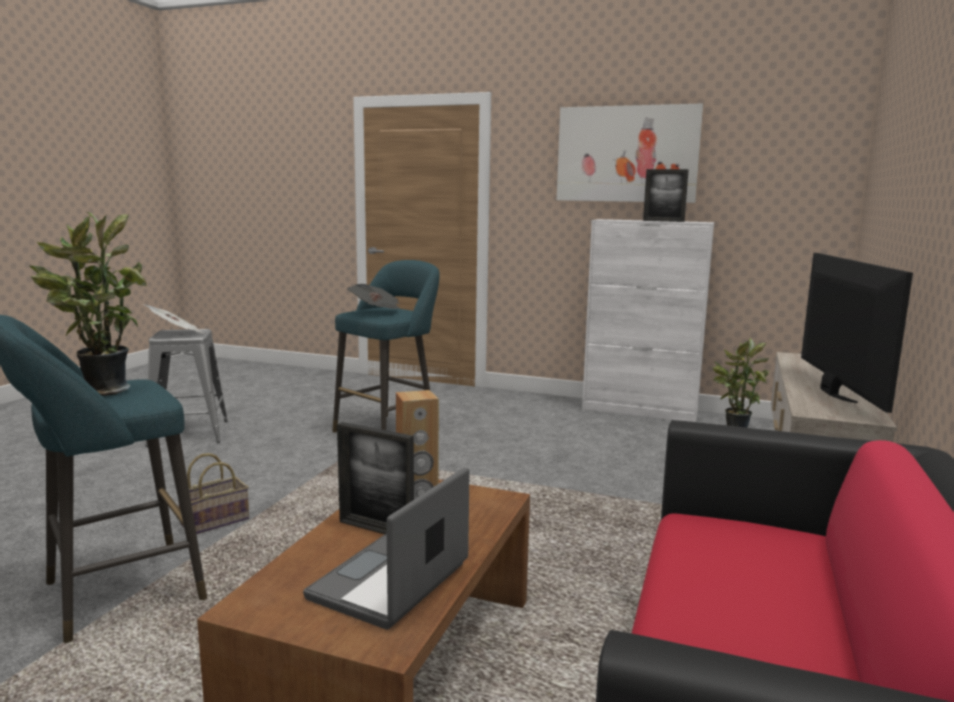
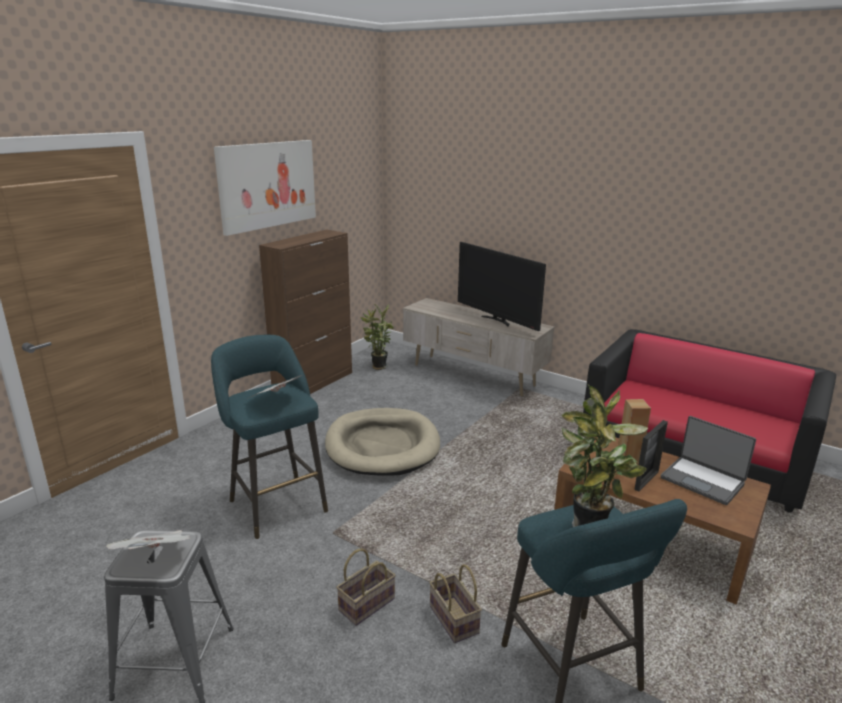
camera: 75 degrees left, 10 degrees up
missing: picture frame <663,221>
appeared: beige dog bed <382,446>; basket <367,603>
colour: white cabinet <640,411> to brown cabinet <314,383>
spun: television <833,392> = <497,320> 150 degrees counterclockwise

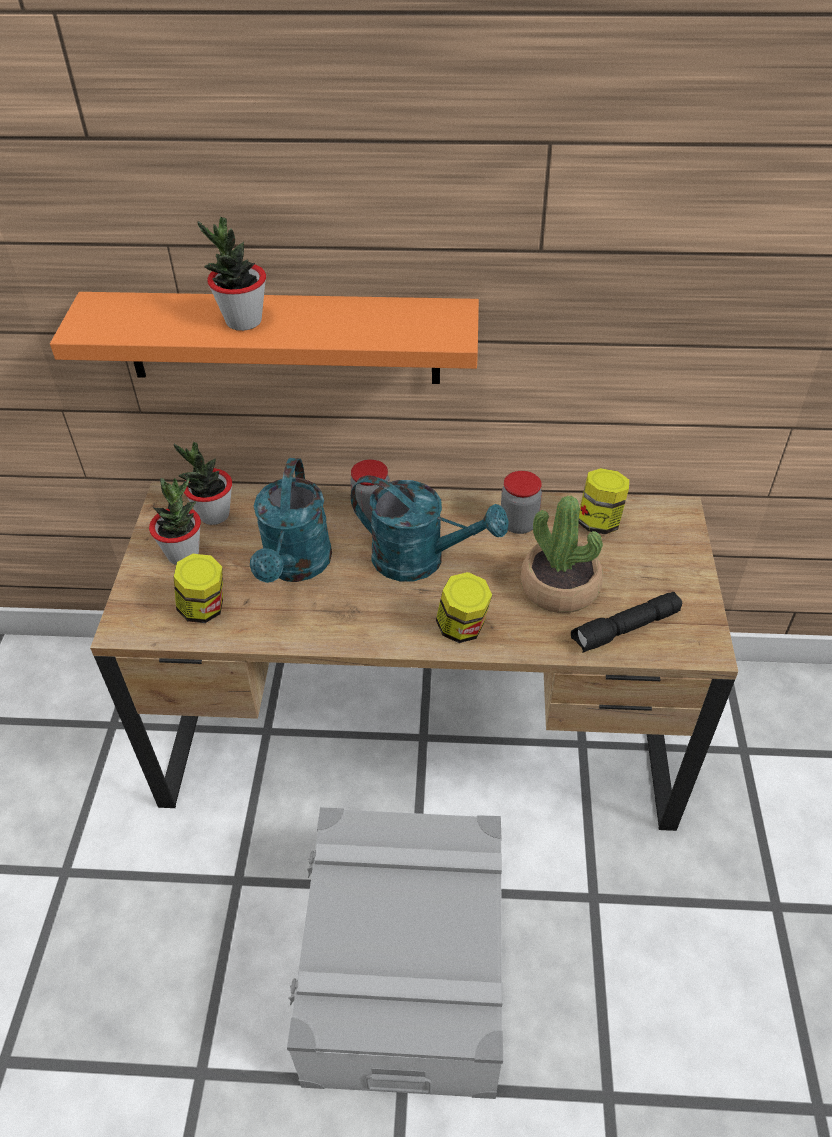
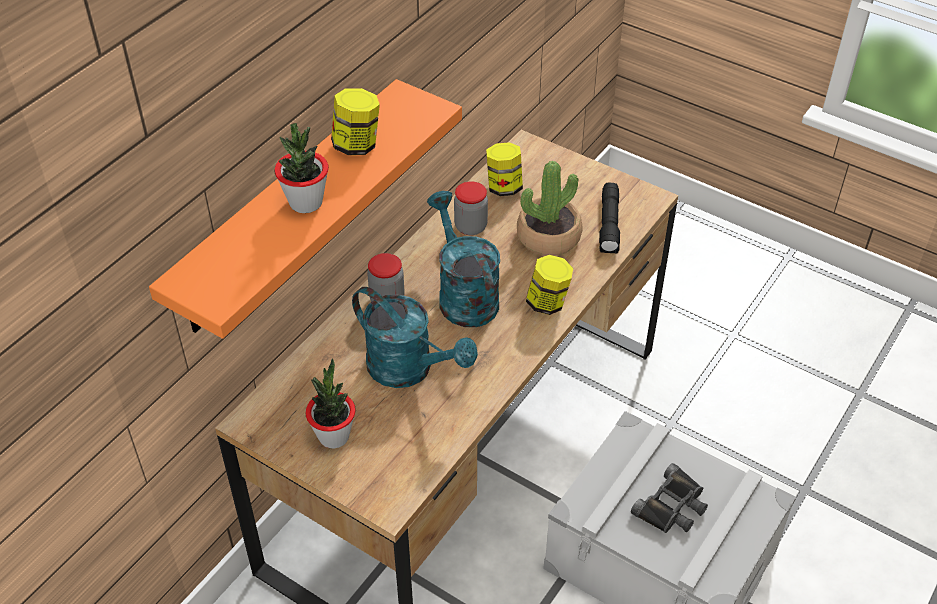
camera: 60 degrees left, 0 degrees up
missing: potted plant <214,515>
appeared: black binoculars <672,506>
relocated: jar <204,609> to <357,145>
spun: turquoise watering can <421,560> = <463,295> 75 degrees counterclockwise

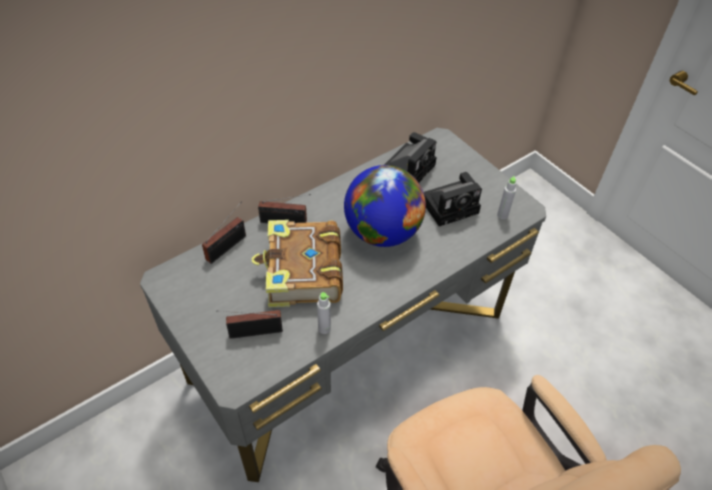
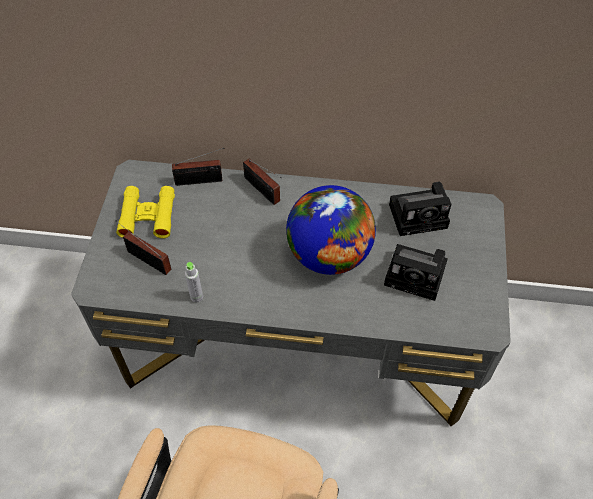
camera: 45 degrees right, 5 degrees up
missing: book <302,273>; grey bottle <502,215>
appeared: yellow binoculars <148,216>

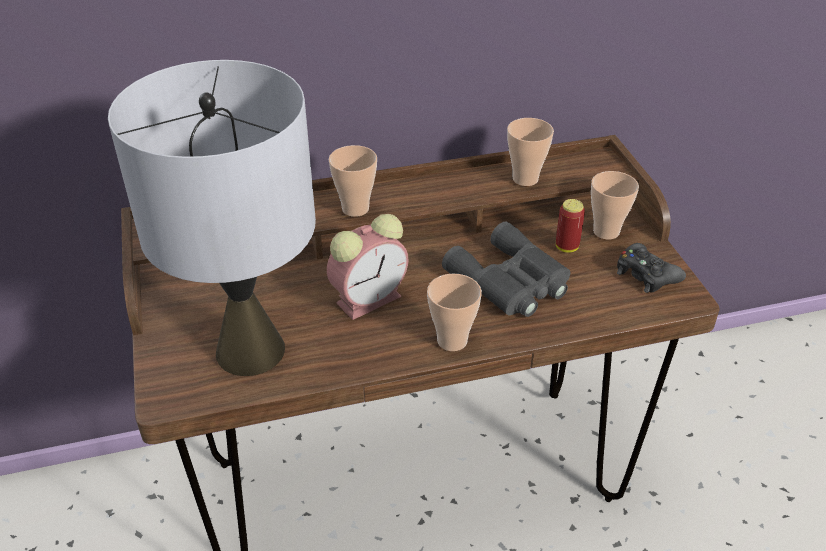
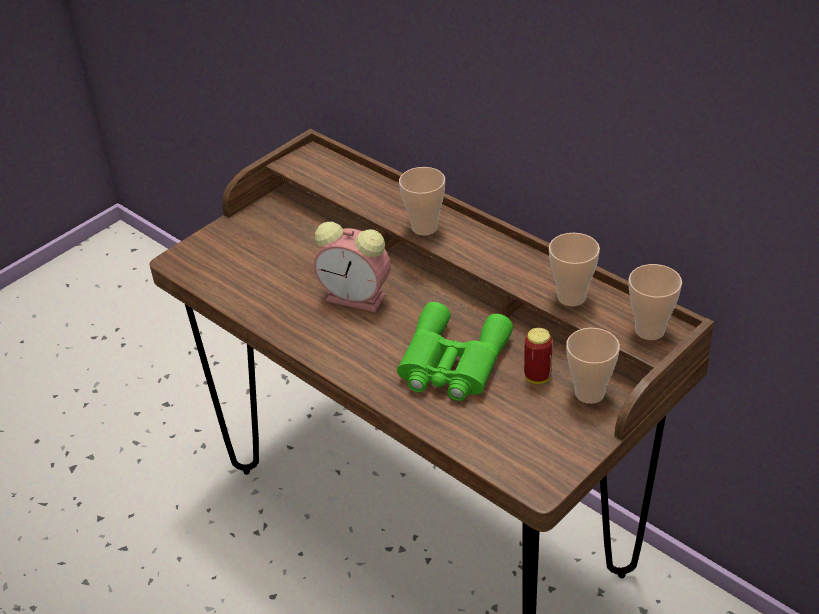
camera: 60 degrees right, 0 degrees up
missing: grey table lamp <250,350>; black game controller <646,275>
relocated: cup <452,341> to <649,330>
colour: grey binoculars <510,282> to green binoculars <451,363>

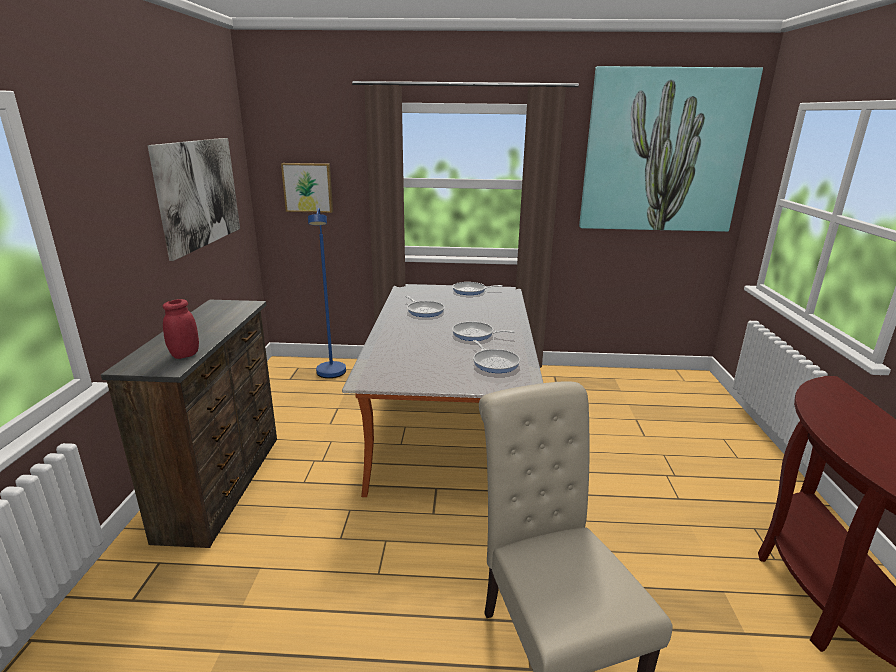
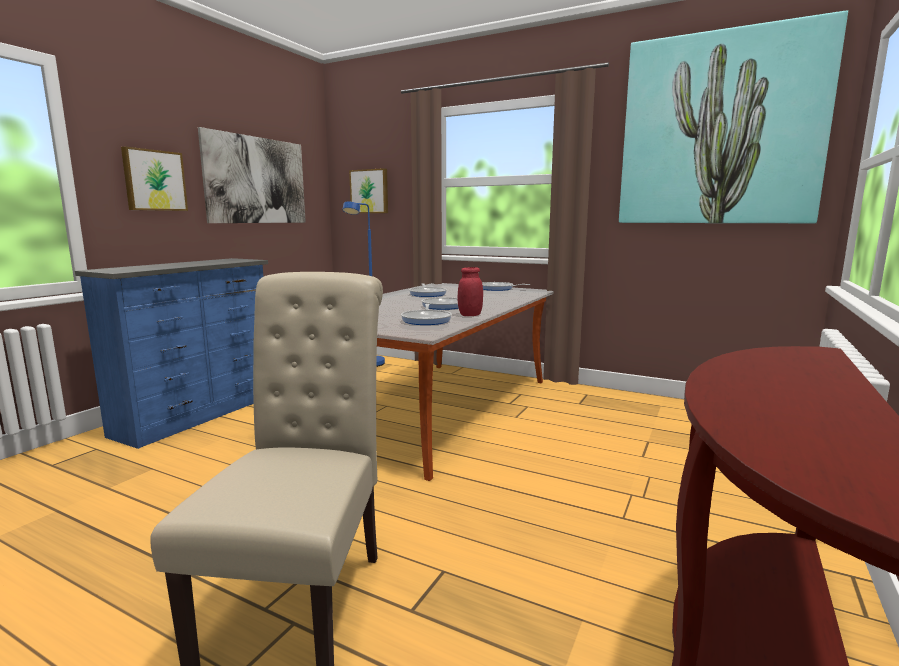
camera: 25 degrees right, 10 degrees down
appeared: picture <154,180>
relocated: red jar <185,355> to <470,315>
colour: brown dresser <225,484> to blue dresser <200,415>

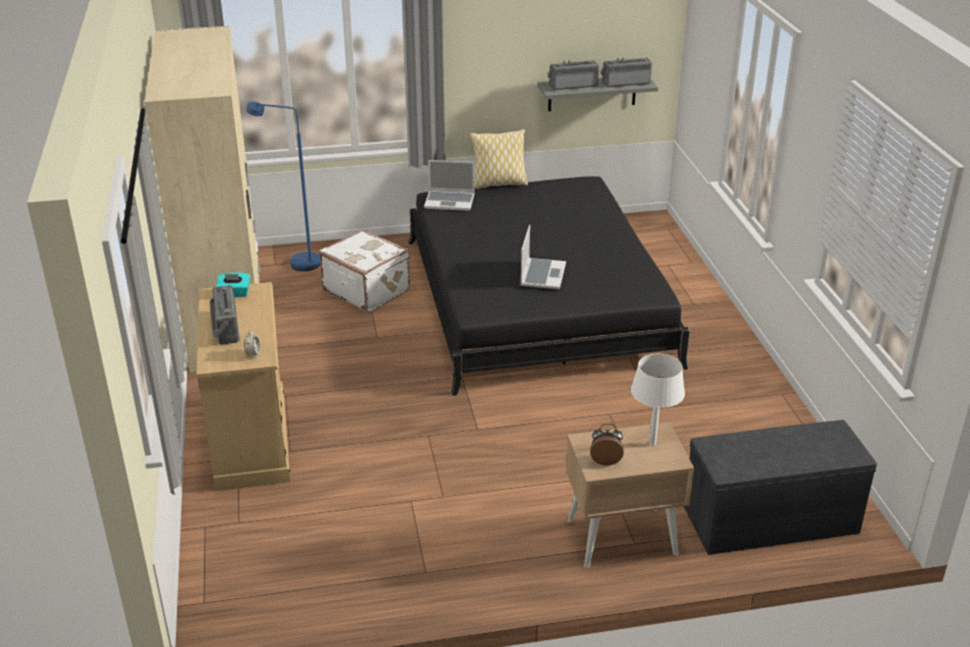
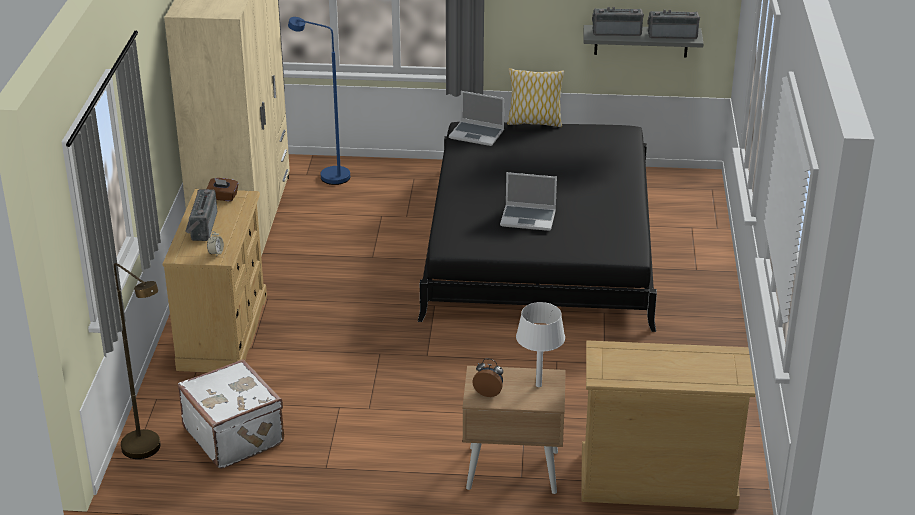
camera: 15 degrees right, 0 degrees up
appeared: brown floor lamp <148,451>
relocated: white suitcase <367,290> to <235,435>
exchanged: grey bench <769,521> to beige dresser <657,480>
colour: turquoise tissue box <234,293> to brown tissue box <223,197>
spun: laptop <542,274> = <529,218> 75 degrees clockwise

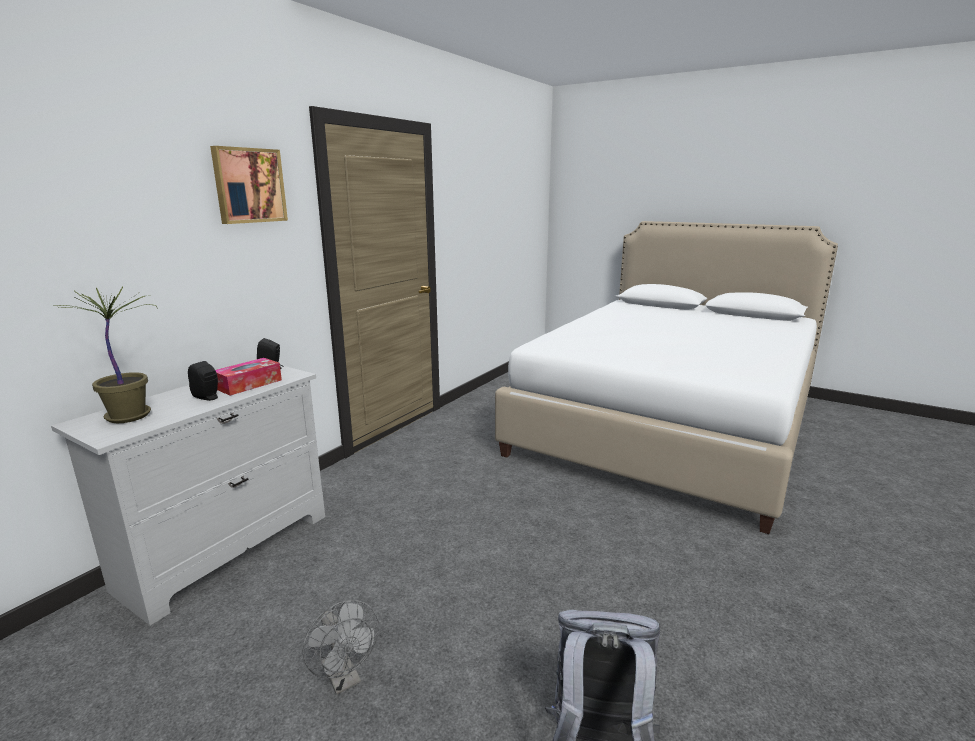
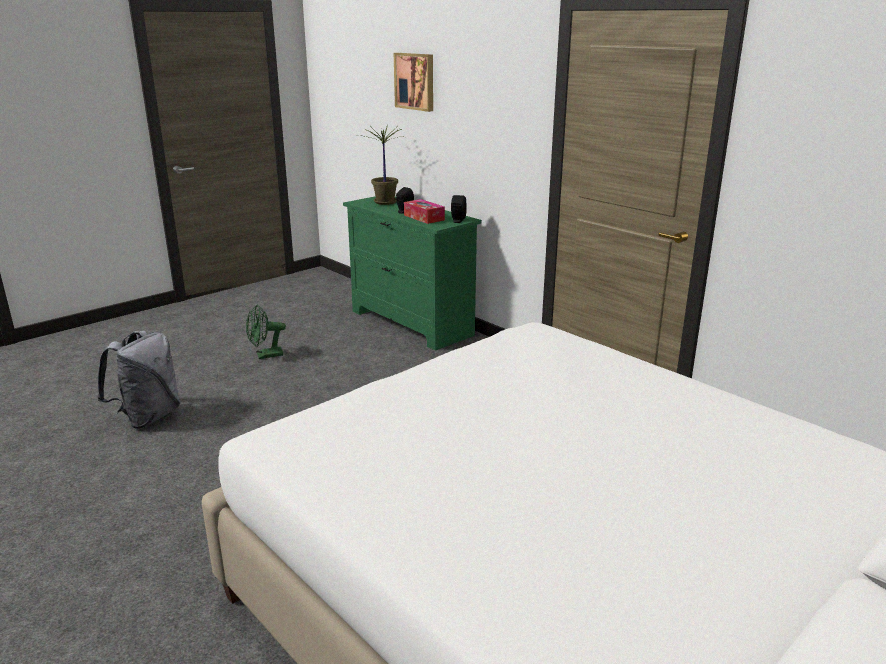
camera: 105 degrees right, 5 degrees up
relocated: picture <248,185> to <415,81>
colour: white dresser <228,550> to green dresser <411,323>; grey fan <344,679> to green fan <265,355>

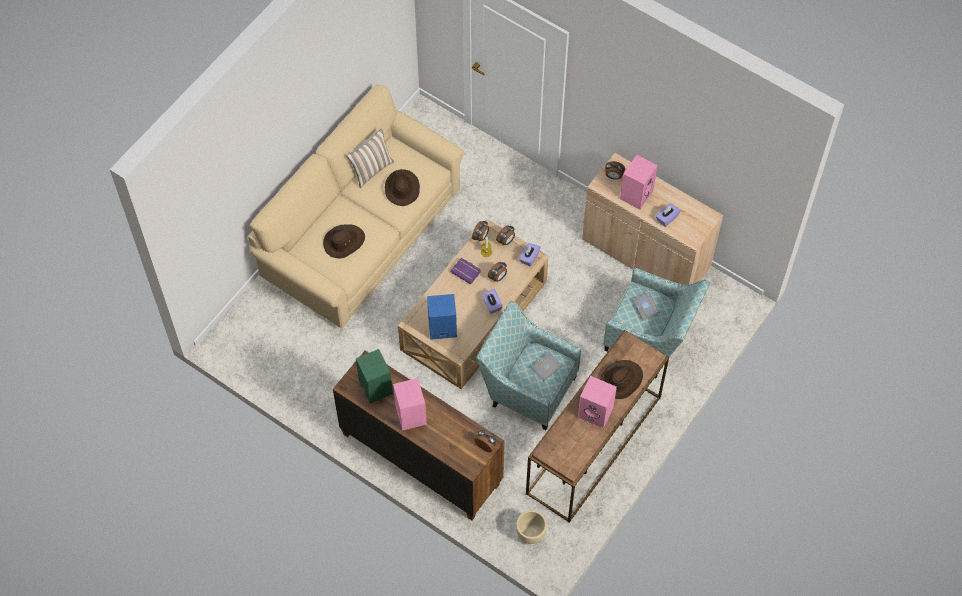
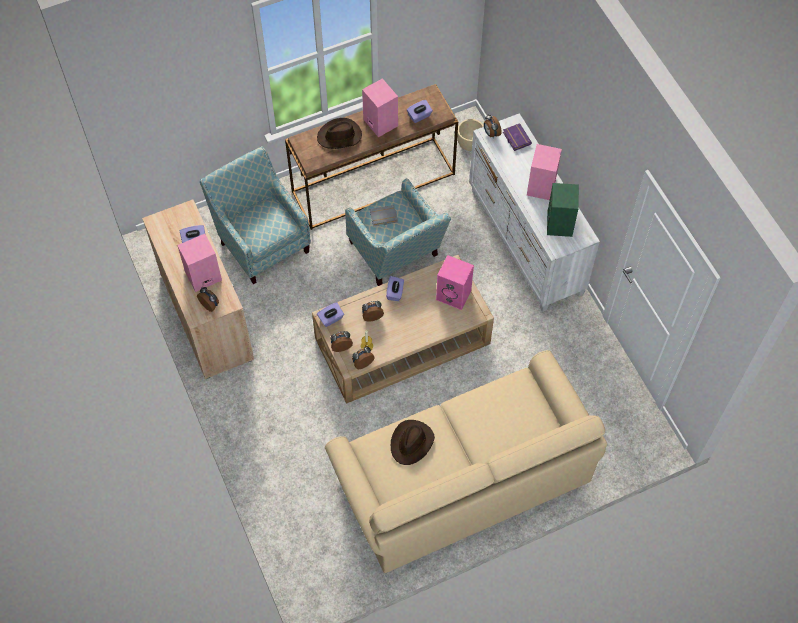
camera: 150 degrees left, 0 degrees up
missing: brown hat <344,242>; pillow <371,170>; grey book <644,307>
appeared: purple tissue box <419,116>
relocated: purple book <466,272> to <515,138>
colour: brown dresser <420,458> to white dresser <525,243>; blue speaker <441,328> to pink speaker <454,294>

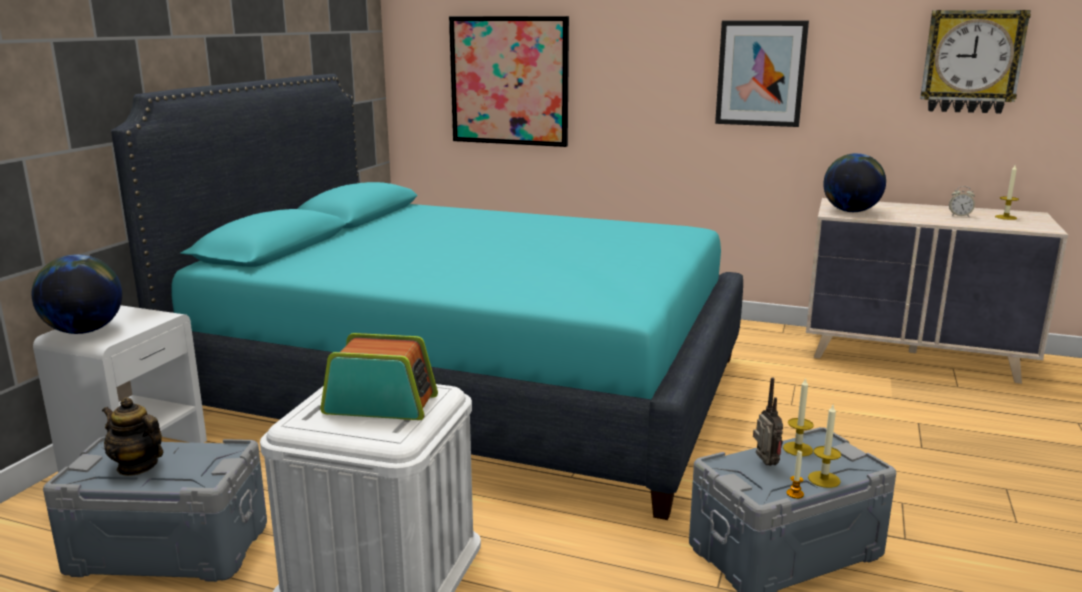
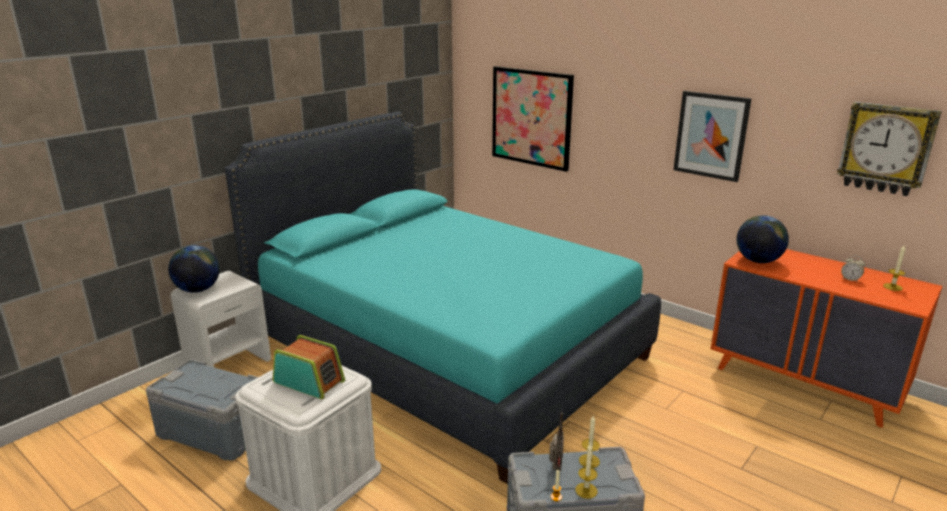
camera: 20 degrees right, 5 degrees up
missing: teapot <137,466>
colour: beige dresser <913,356> to orange dresser <805,382>

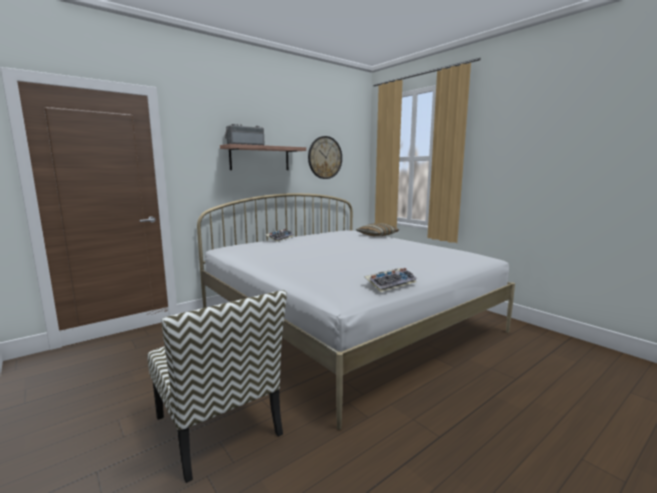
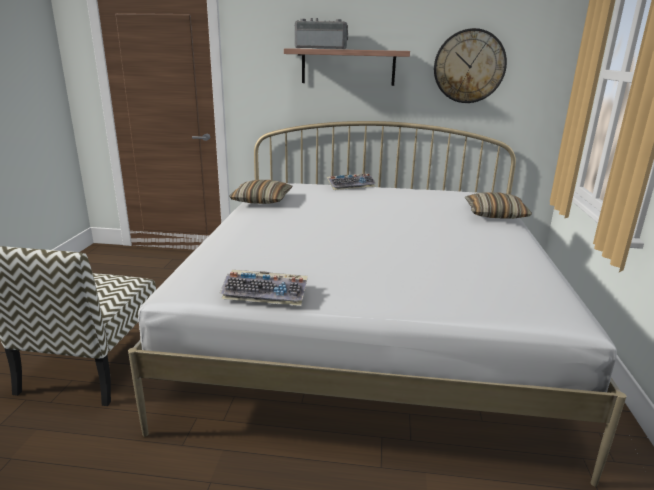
camera: 45 degrees right, 10 degrees up
appeared: pillow <262,200>

